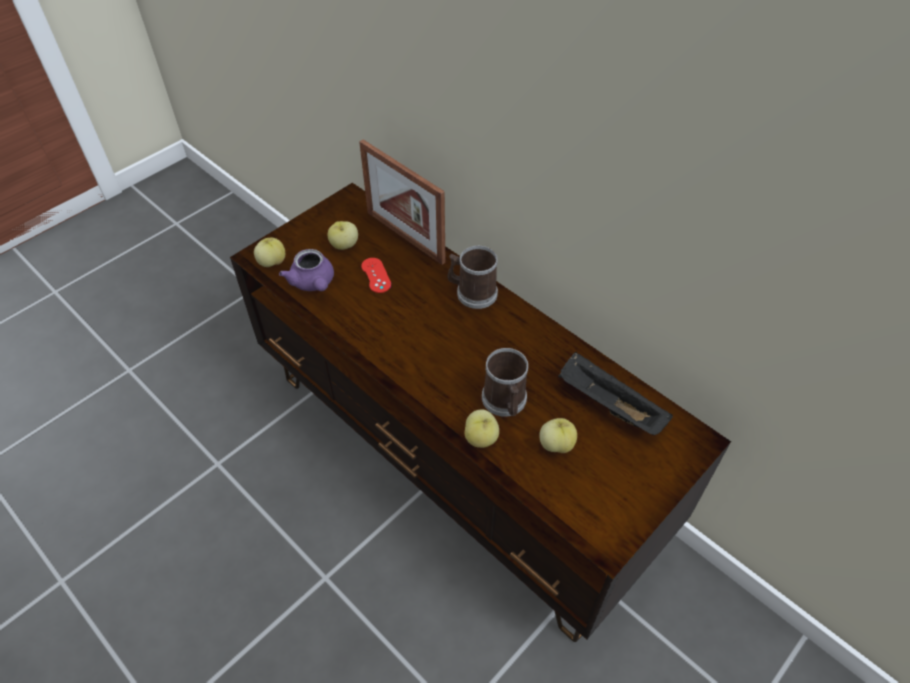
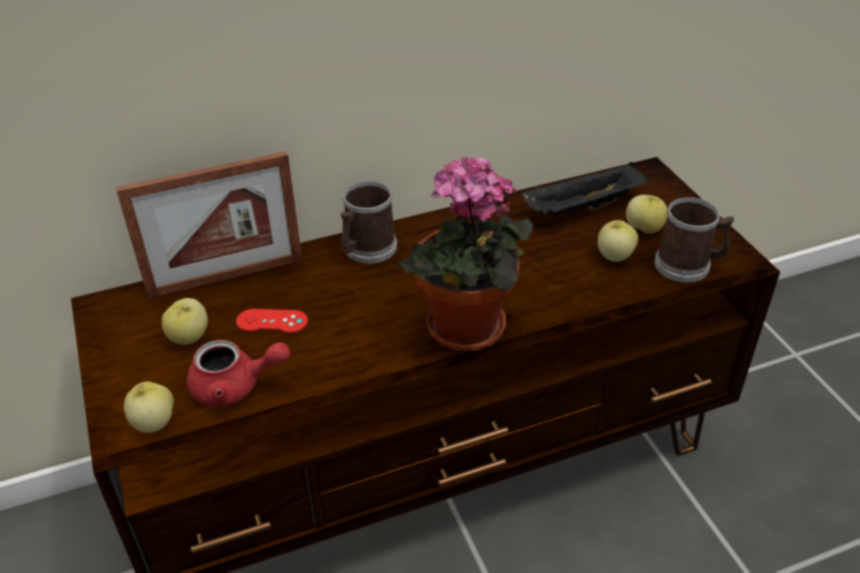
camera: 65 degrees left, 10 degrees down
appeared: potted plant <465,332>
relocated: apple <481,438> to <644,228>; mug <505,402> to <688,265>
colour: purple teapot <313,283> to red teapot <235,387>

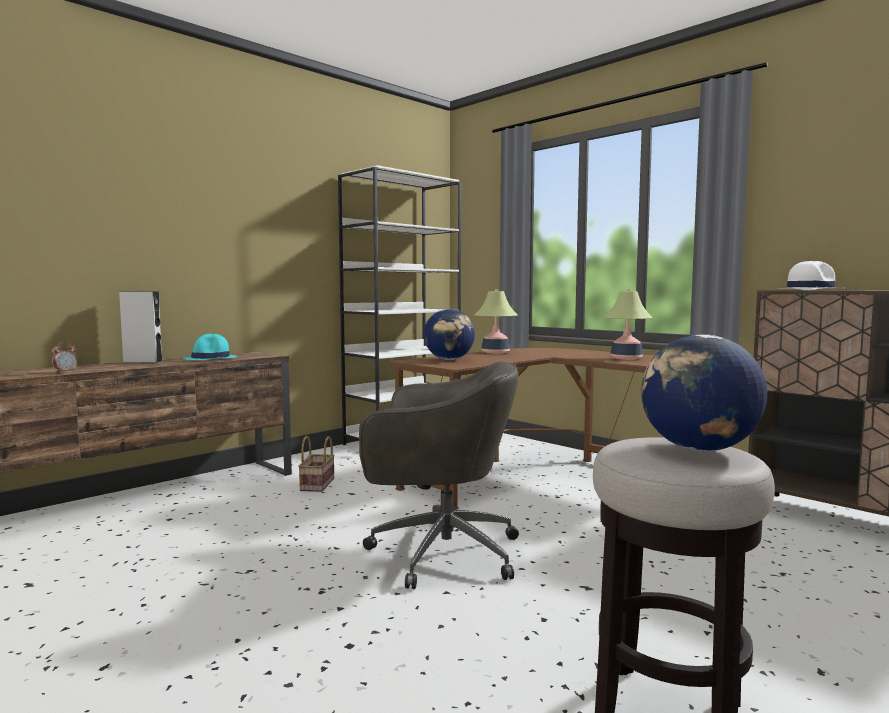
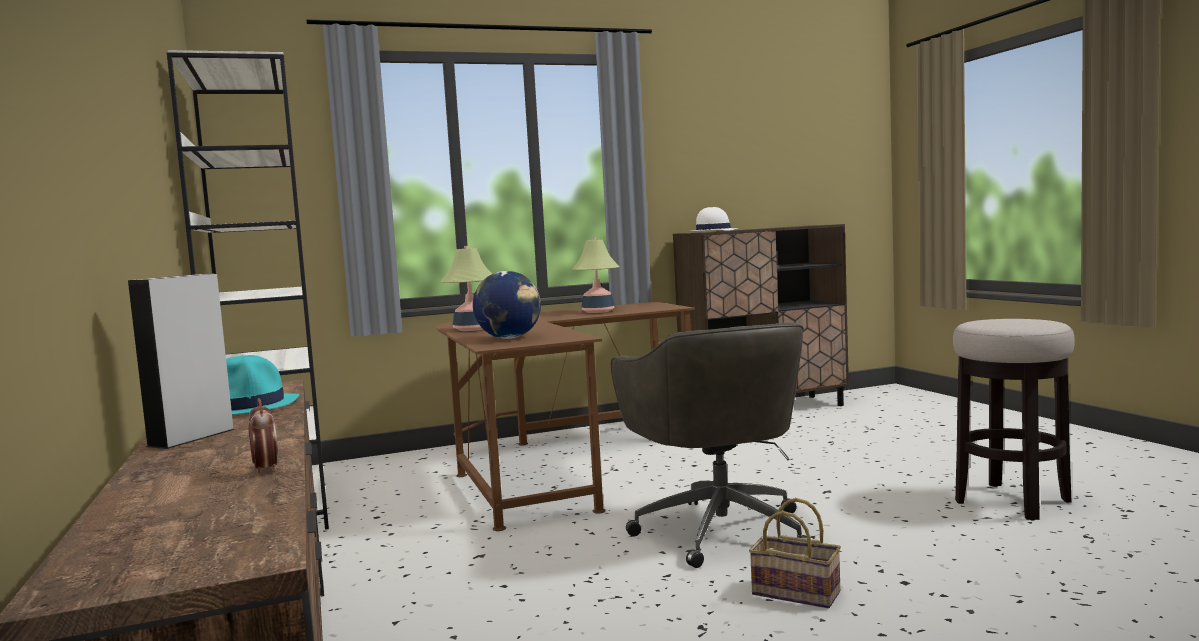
camera: 65 degrees left, 0 degrees up
missing: globe <698,449>
relocated: basket <318,485> to <798,593>
spun: grey office chair <440,552> = <720,529> 135 degrees clockwise

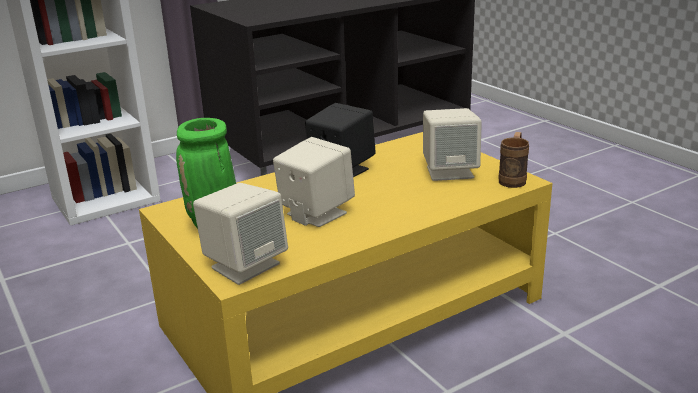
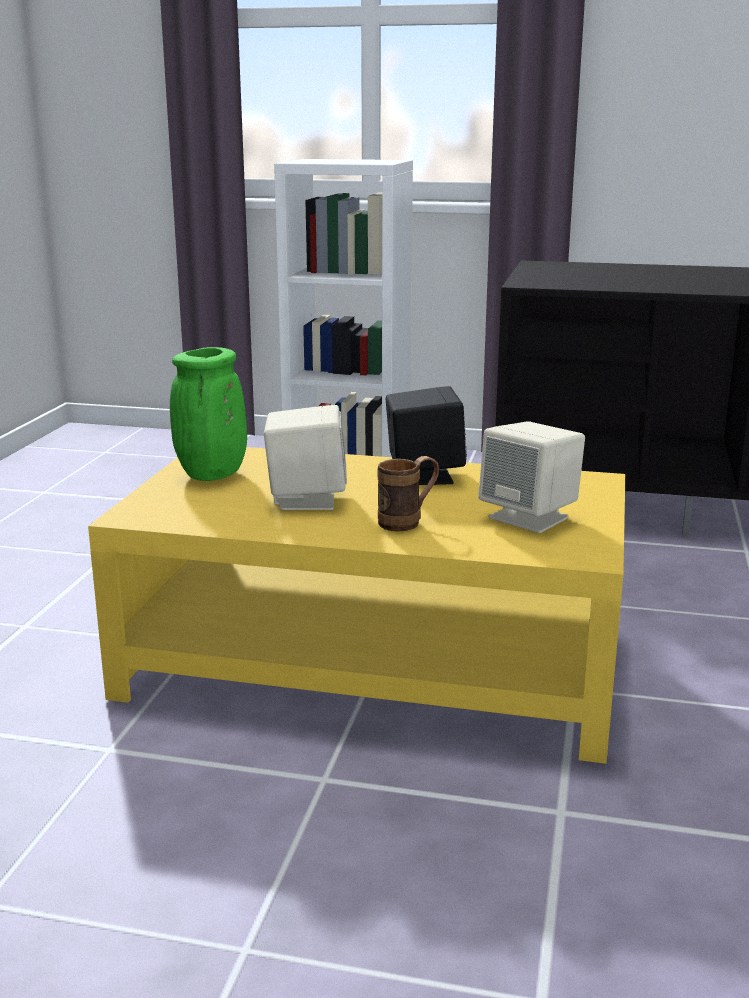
camera: 45 degrees right, 5 degrees down
missing: beige speaker <245,265>
relocated: brown mug <513,179> to <408,522>

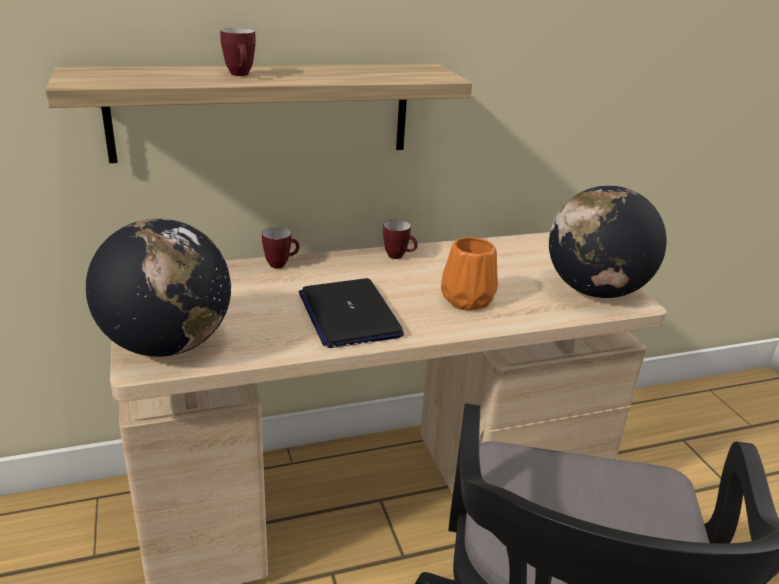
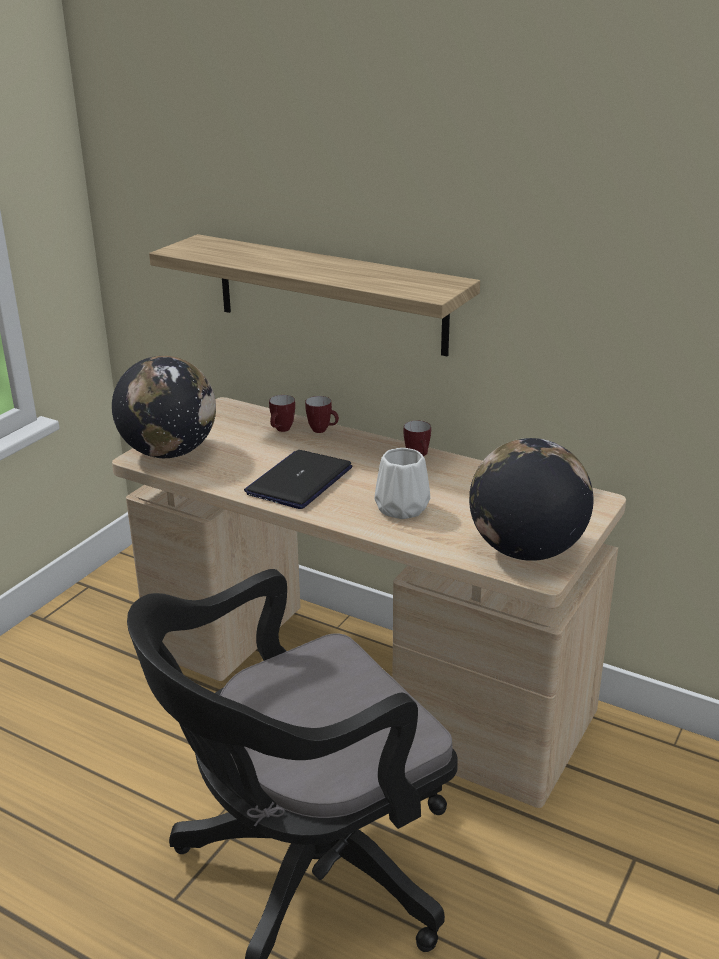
camera: 50 degrees right, 0 degrees up
relocated: mug <241,75> to <281,430>
colour: orange vase <468,300> to white vase <401,509>

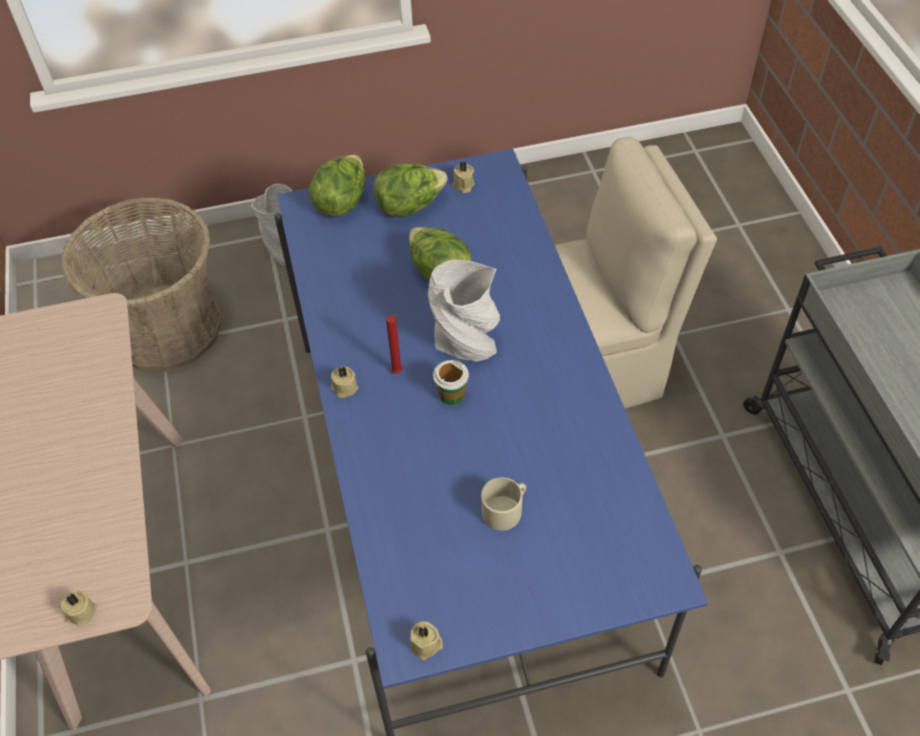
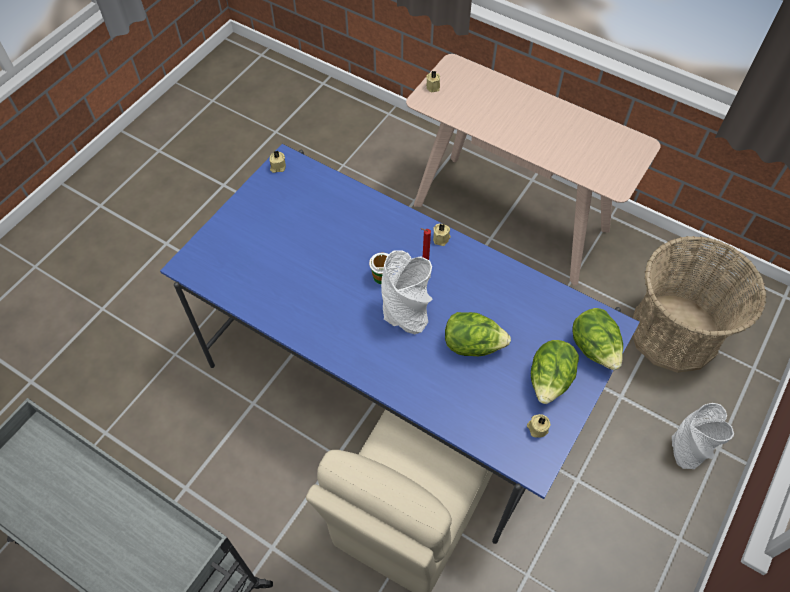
camera: 135 degrees right, 5 degrees up
missing: beige mug <505,509>

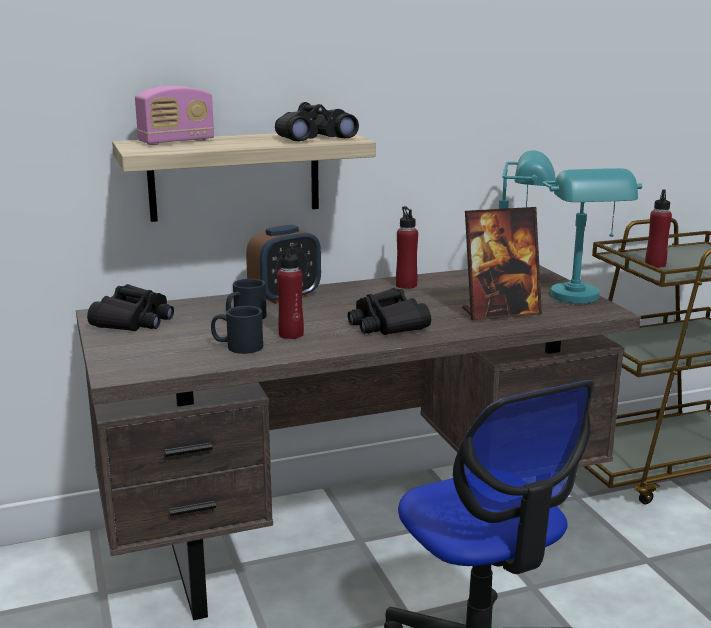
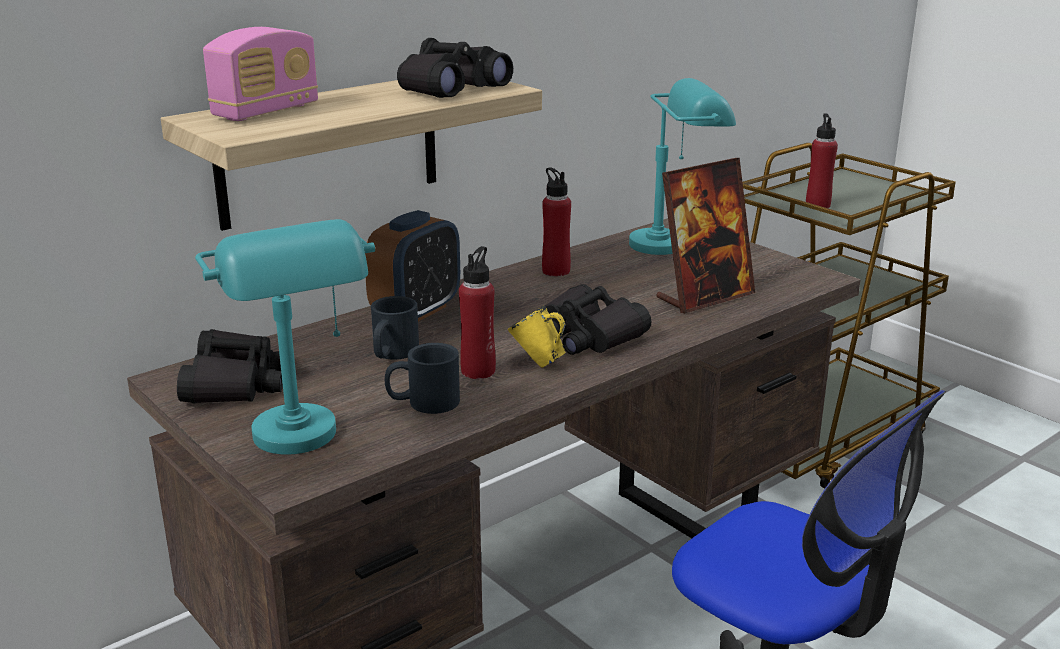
camera: 20 degrees left, 5 degrees up
appeared: yellow mug <538,363>
relocated: turquoise table lamp <582,301> to <306,446>

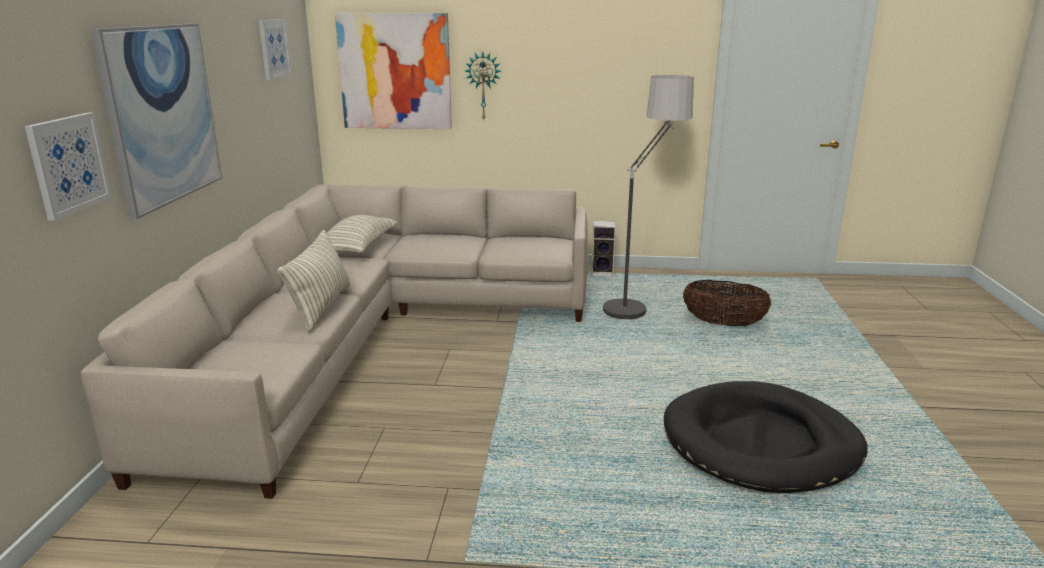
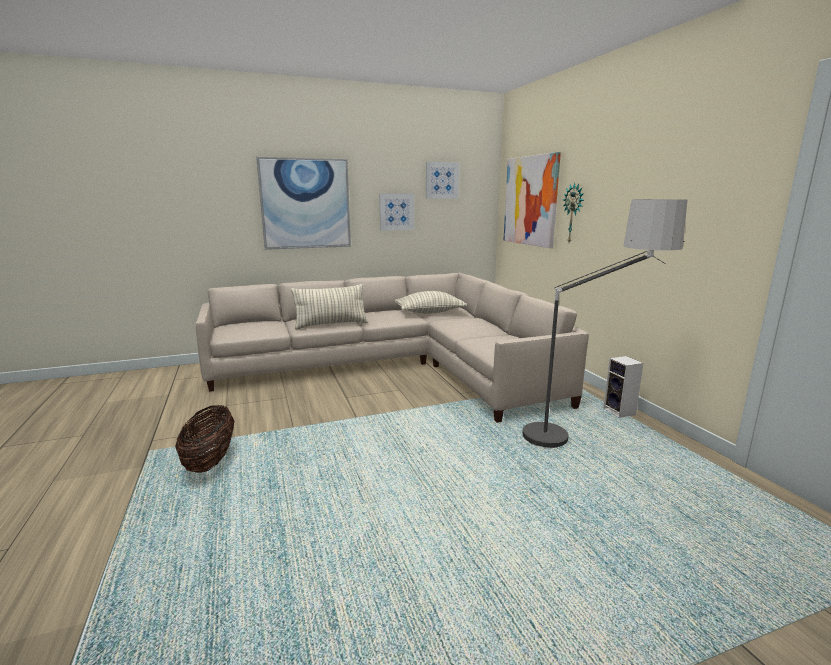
camera: 65 degrees right, 5 degrees down
missing: black dog bed <761,443>
relocated: picture <68,164> to <396,211>; basket <723,324> to <210,461>

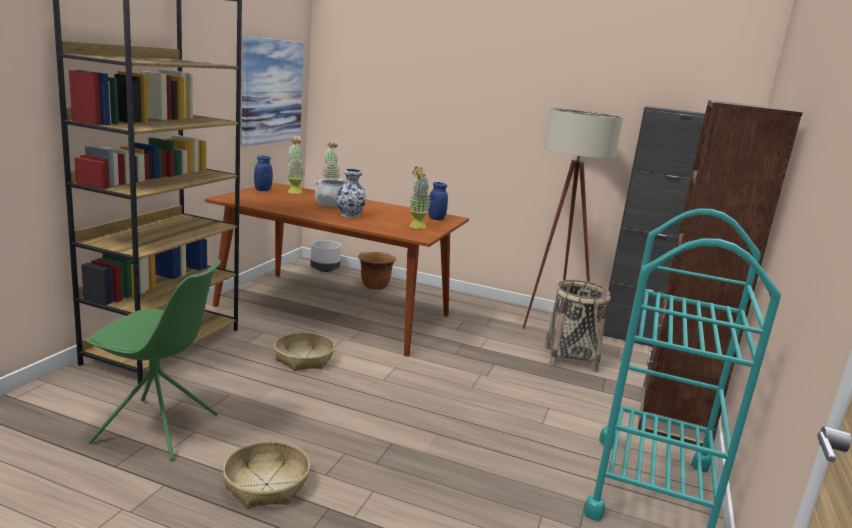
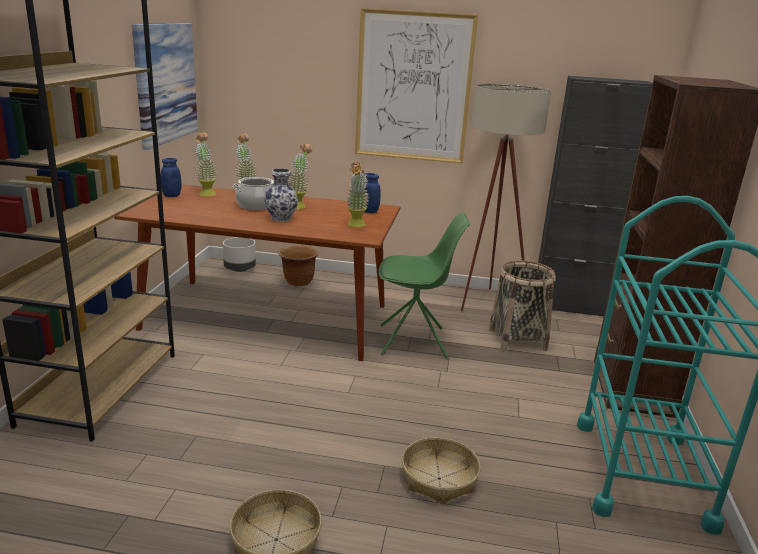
camera: 10 degrees left, 5 degrees up
appeared: potted plant <299,205>; picture <413,87>
relocated: green chair <158,429> to <414,341>; basket <304,359> to <439,479>

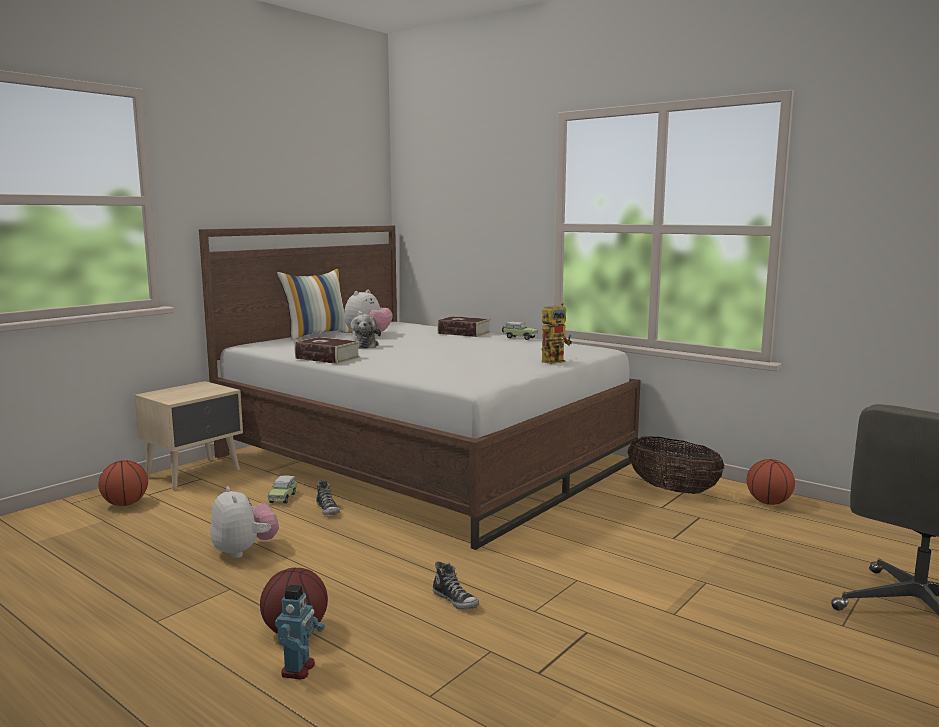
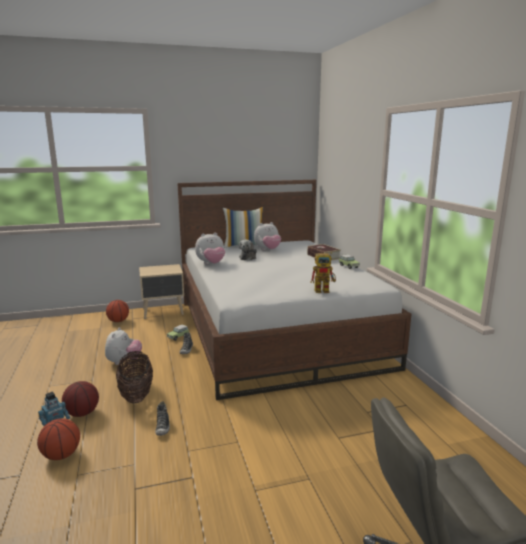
camera: 35 degrees right, 5 degrees up
relocated: basket <672,490> to <136,394>; basketball <768,503> to <61,455>
exchanged: book <327,358> to plush toy <211,264>

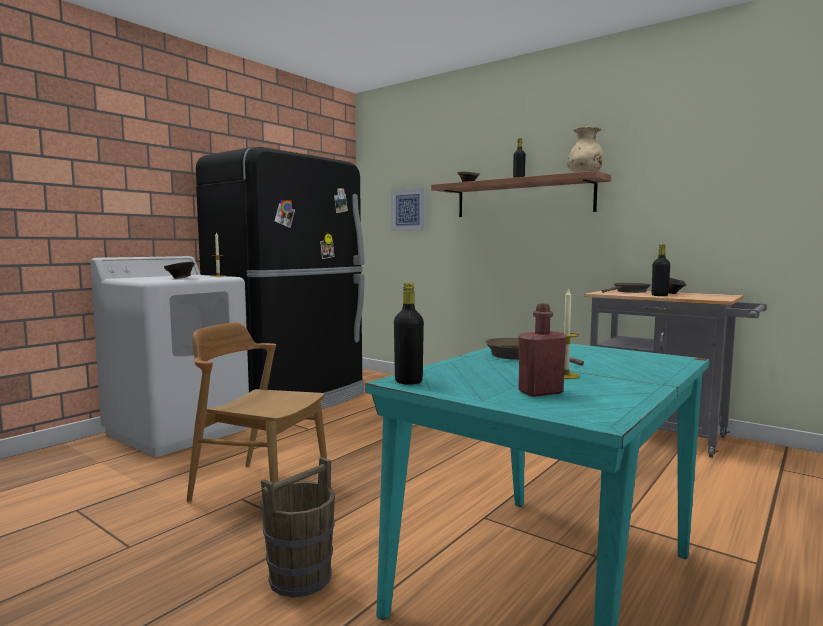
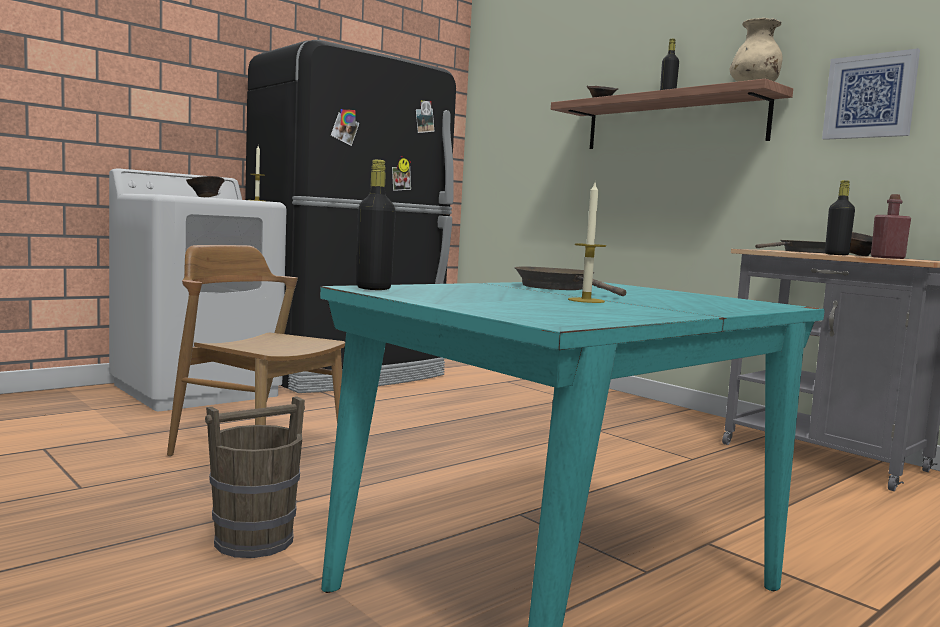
camera: 10 degrees right, 0 degrees up
relocated: picture <408,209> to <870,96>; red bottle <540,392> to <887,258>

